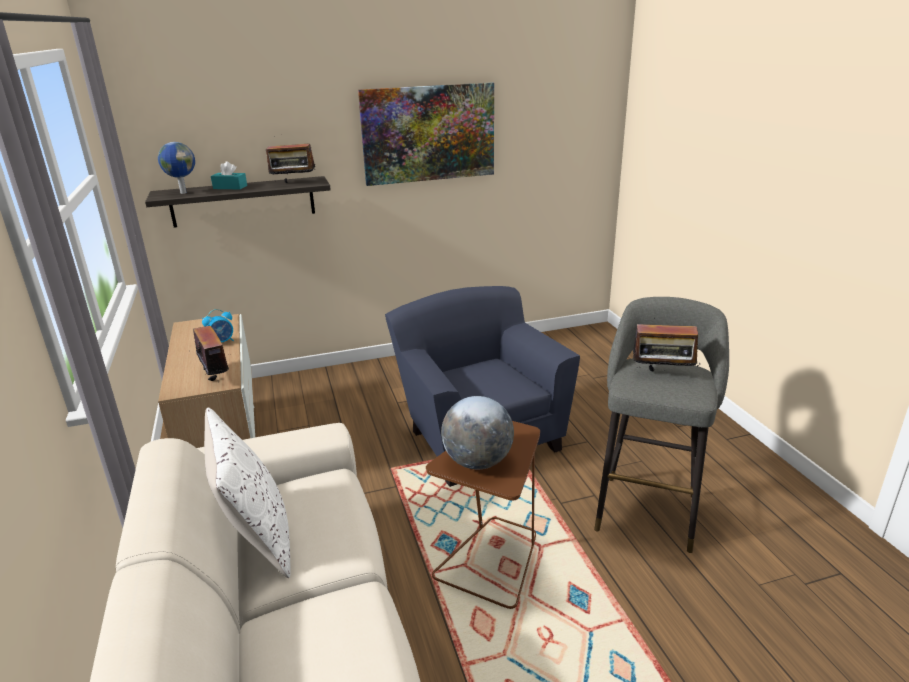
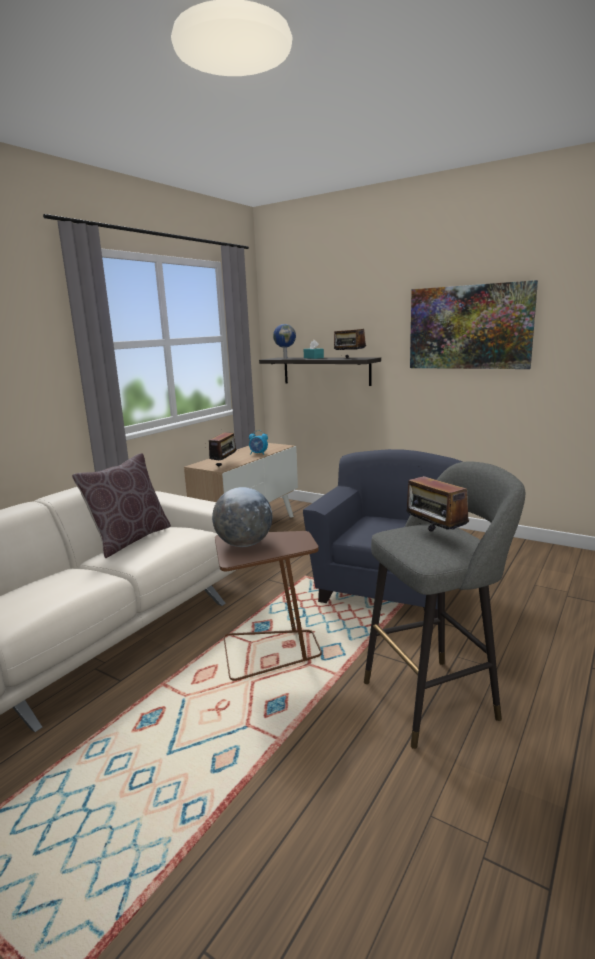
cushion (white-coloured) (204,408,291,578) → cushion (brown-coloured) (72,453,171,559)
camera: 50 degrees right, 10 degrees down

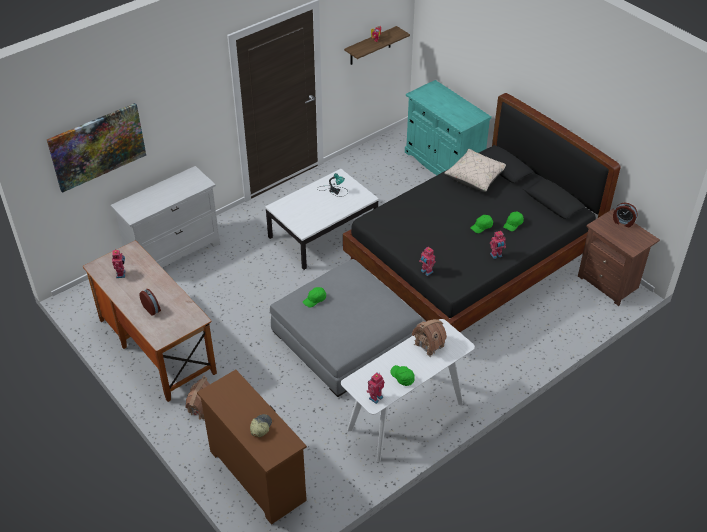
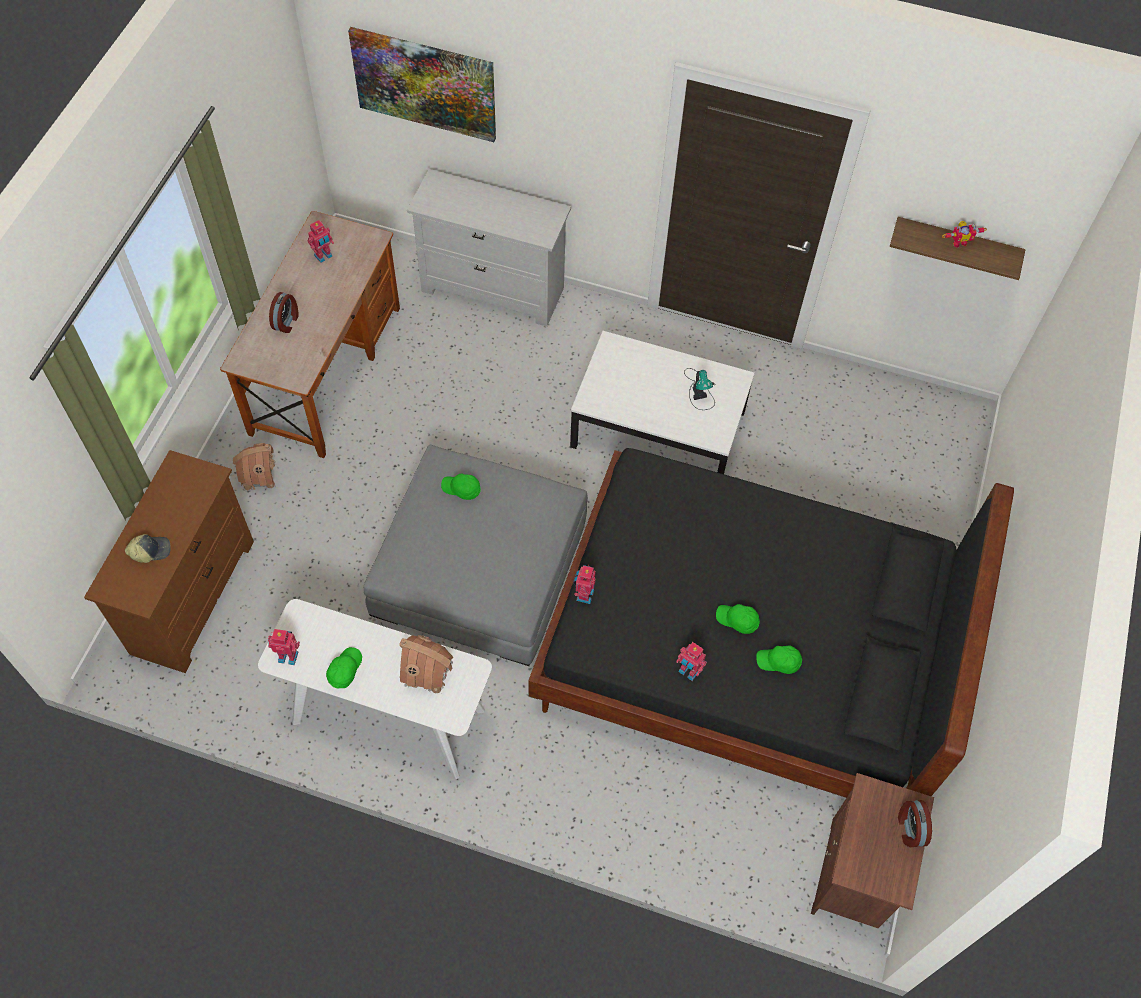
storage cabinet (blue-green) (405,80,492,175) → -
cushion (beige-coloured) (444,149,506,192) → -
camera: 55 degrees right, 15 degrees up

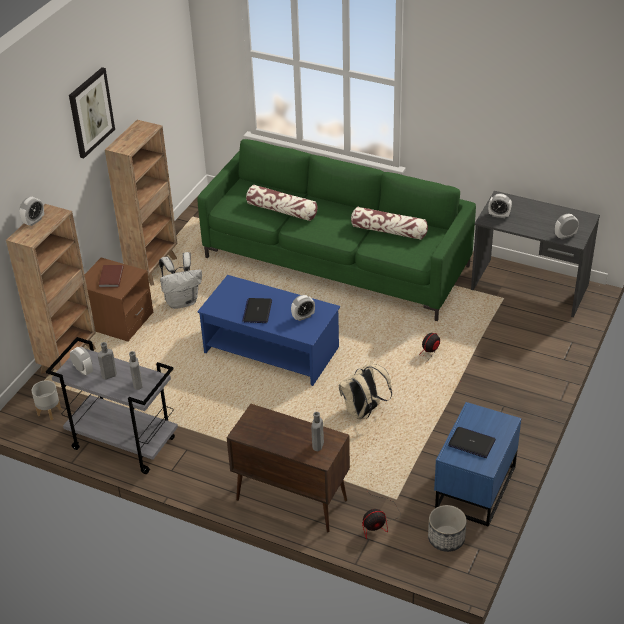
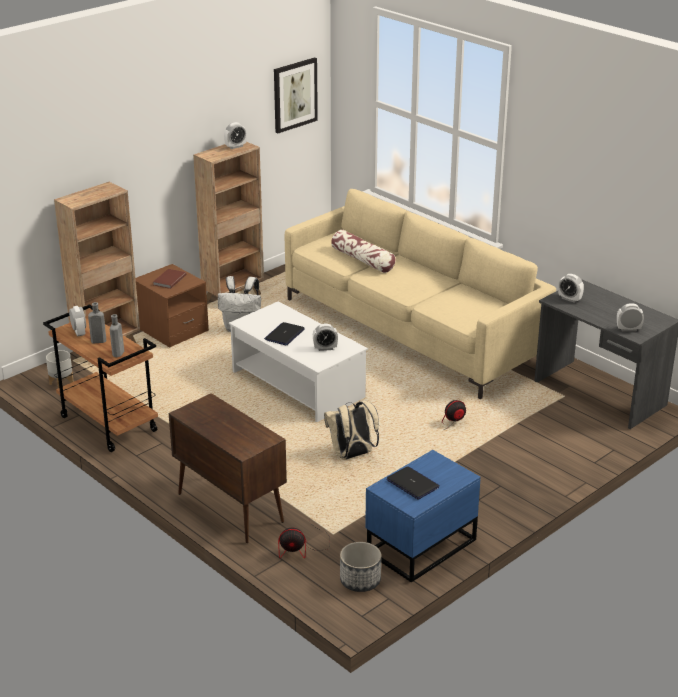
wall picture (69,67,115,158) → wall picture (274,57,318,133), shifted
sofa (greenish) (197,139,476,321) → sofa (beige-coloured) (285,189,556,399)
alarm clock (20,197,44,226) → alarm clock (224,122,247,149), shifted
cushion (351,207,428,240) → -
coffee table (blue-coloured) (197,275,340,386) → coffee table (white-coloured) (229,301,368,422)
trolley (grey) (46,337,178,474) → trolley (brown-coloured) (43,304,158,452)
beverage bottle (grey) (311,412,324,451) → -
camera: 20 degrees right, 10 degrees down

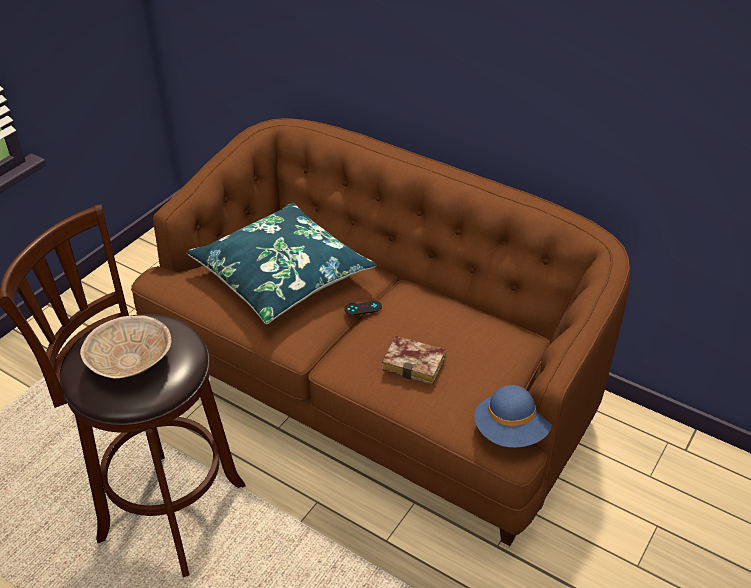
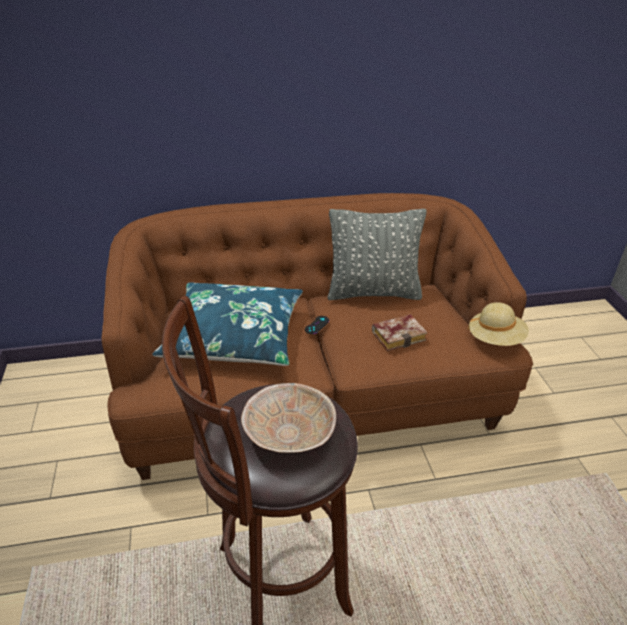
wearable hat (blue-coloured) (474,385,552,448) → wearable hat (beige-coloured) (467,302,529,346)
- → cushion (grey) (327,209,427,300)
camera: 45 degrees left, 5 degrees down

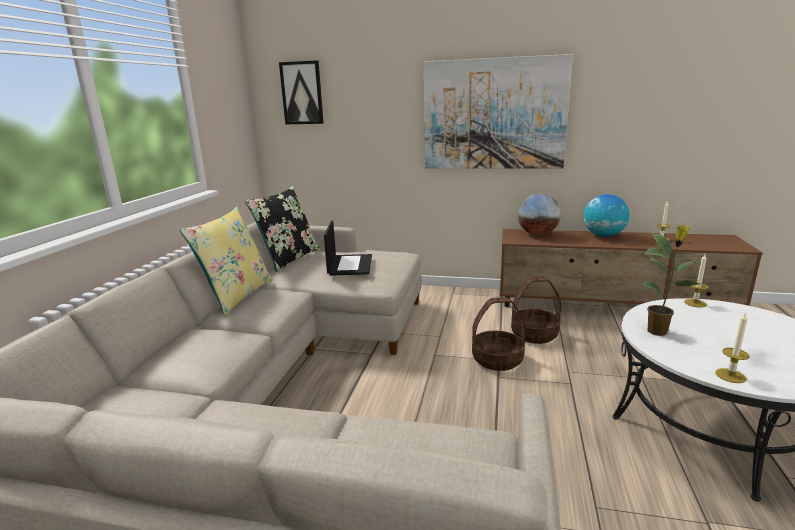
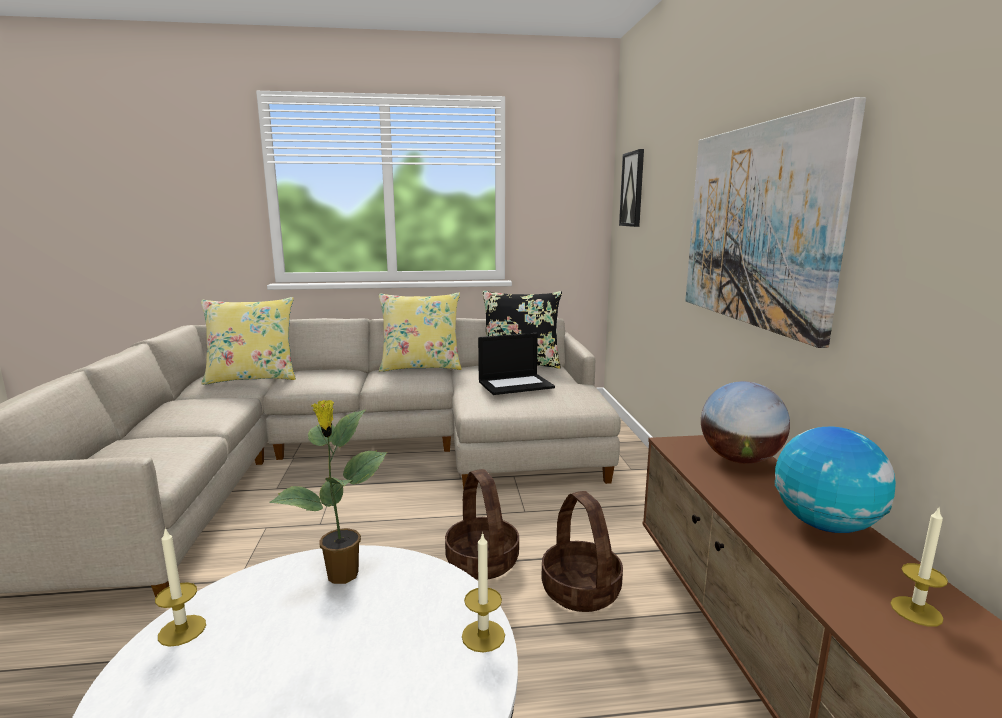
- → cushion (yellow-coloured) (201,297,296,385)
camera: 70 degrees right, 5 degrees down

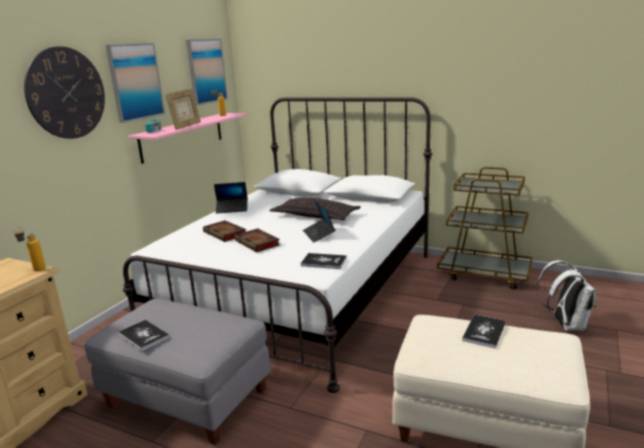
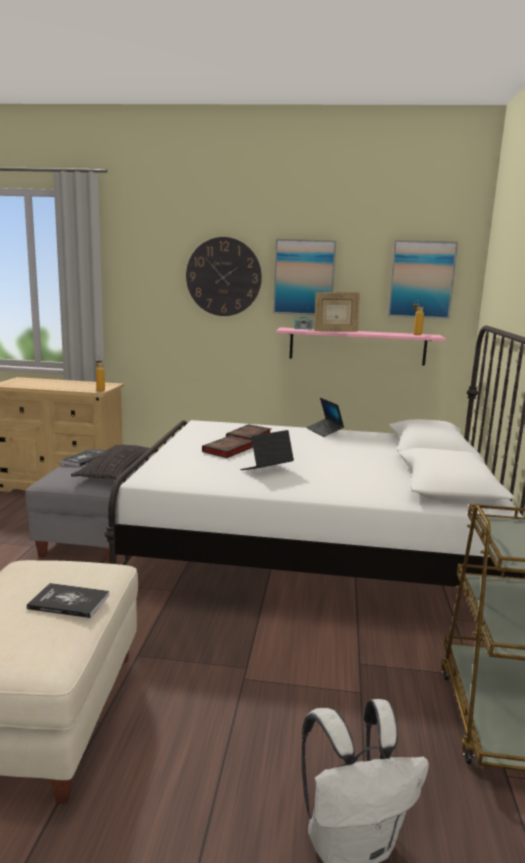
cushion (270,198,361,220) → cushion (71,445,156,480), shifted
bound book (300,253,347,269) → -
camera: 70 degrees right, 5 degrees down

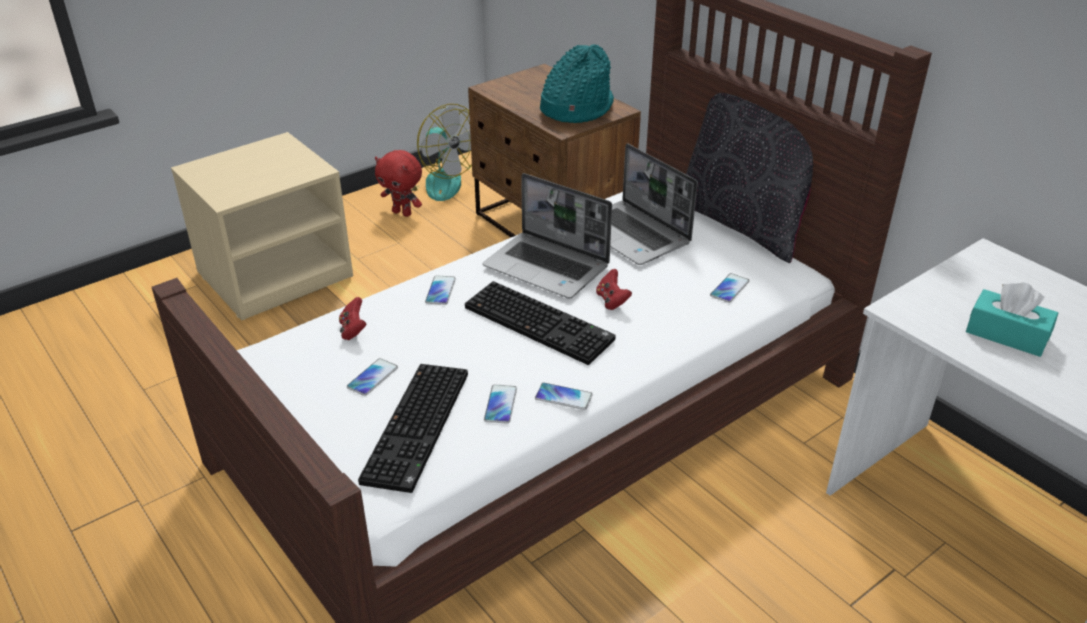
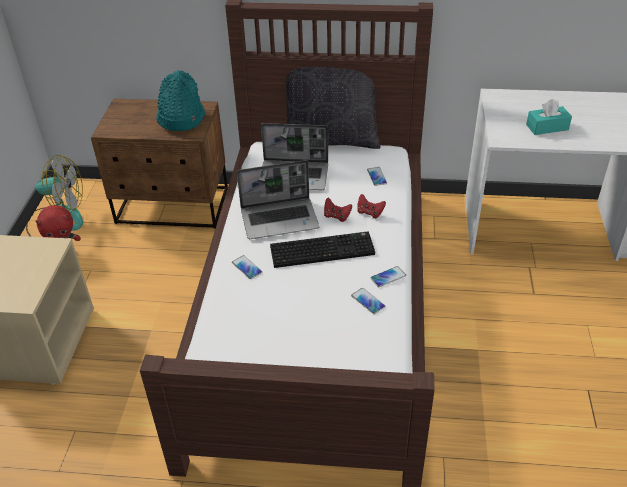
joypad (red-coloured) (339,297,366,340) → joypad (red-coloured) (357,194,386,218), shifted
handset (347,358,398,396) → -
keyboard (358,364,468,493) → -
camera: 45 degrees left, 5 degrees up

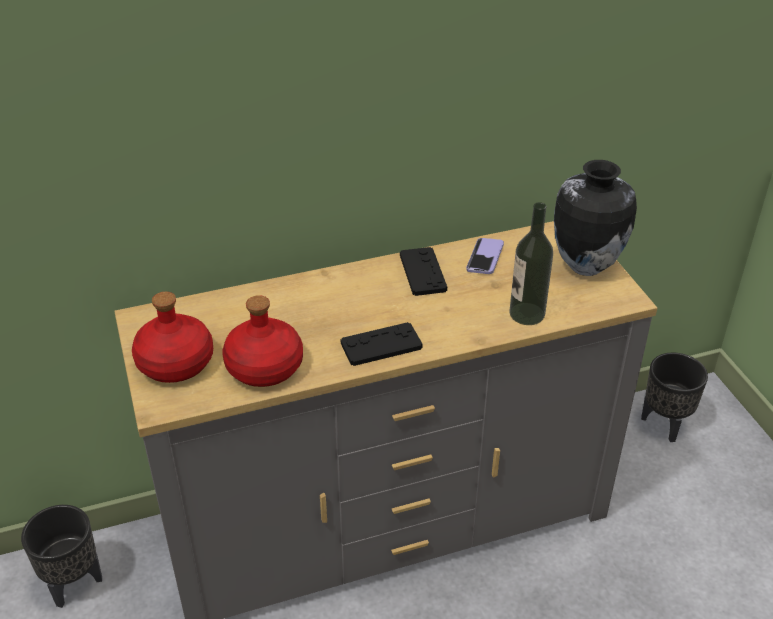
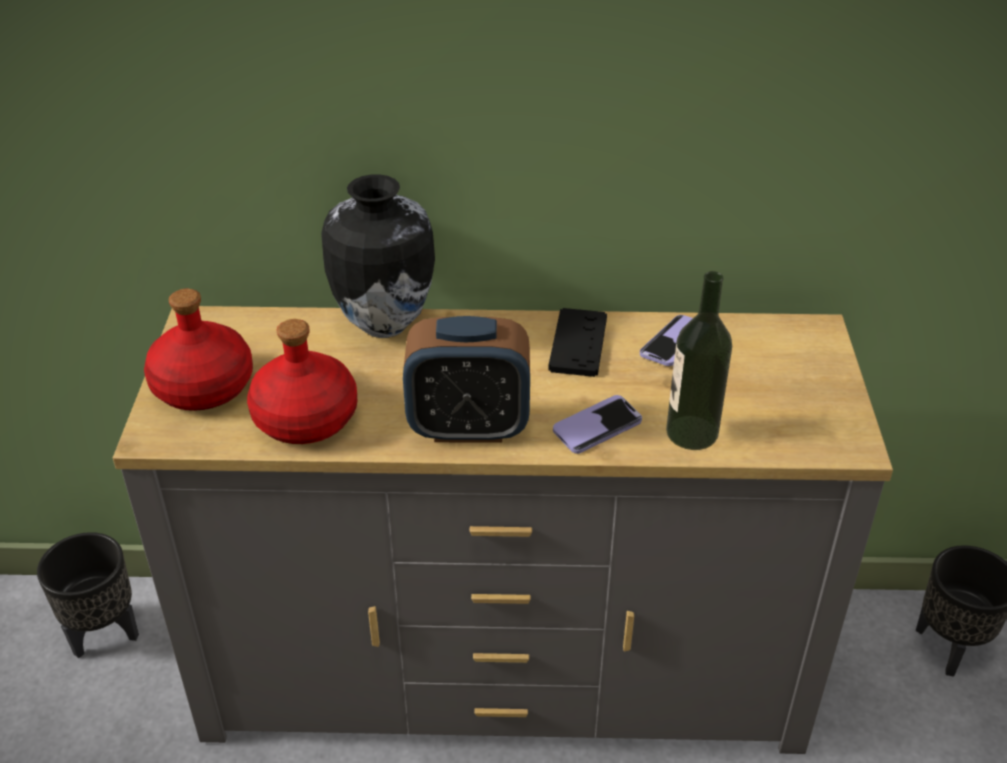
flower vase (554,160,637,276) → flower vase (321,174,435,338), shifted
joypad (blackish) (340,322,423,366) → alarm clock (403,316,530,443)
- → handset (553,395,642,454)
camera: 20 degrees right, 0 degrees up

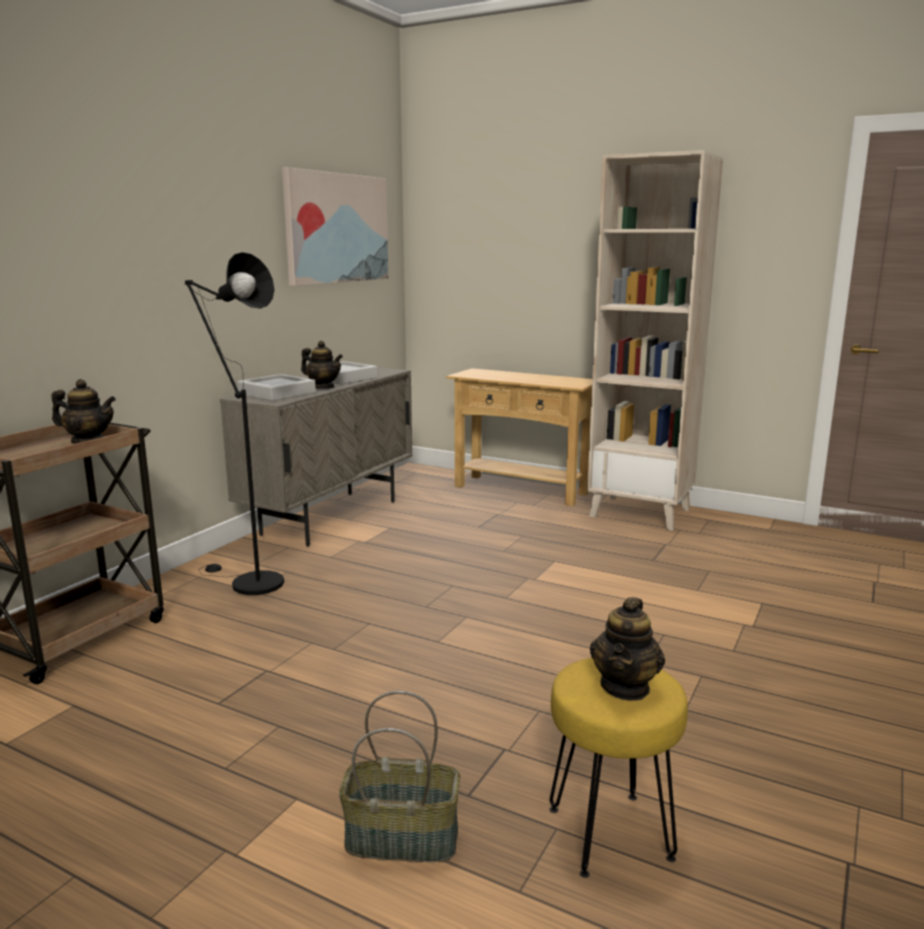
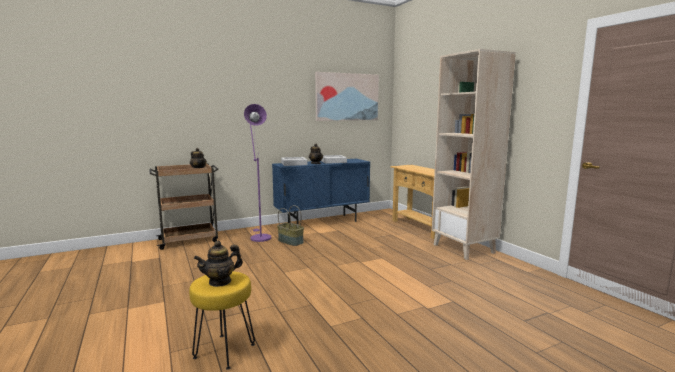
floor lamp (blackish) (185,252,284,595) → floor lamp (purplish) (244,104,271,242)
storage cabinet (beige-coloured) (220,367,413,547) → storage cabinet (blue-coloured) (272,159,370,224)
basket (339,691,461,862) → basket (277,205,304,246), shifted
camera: 35 degrees right, 5 degrees down

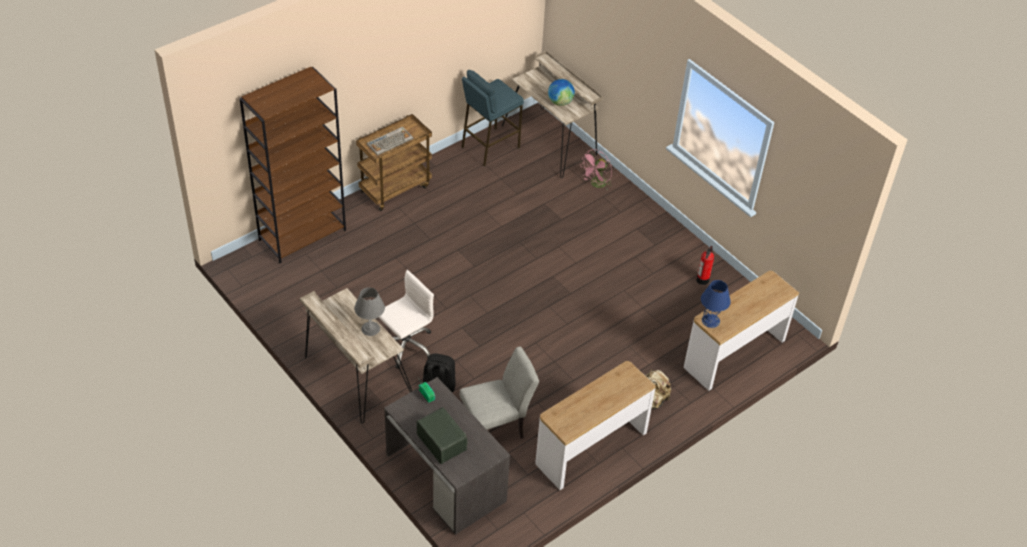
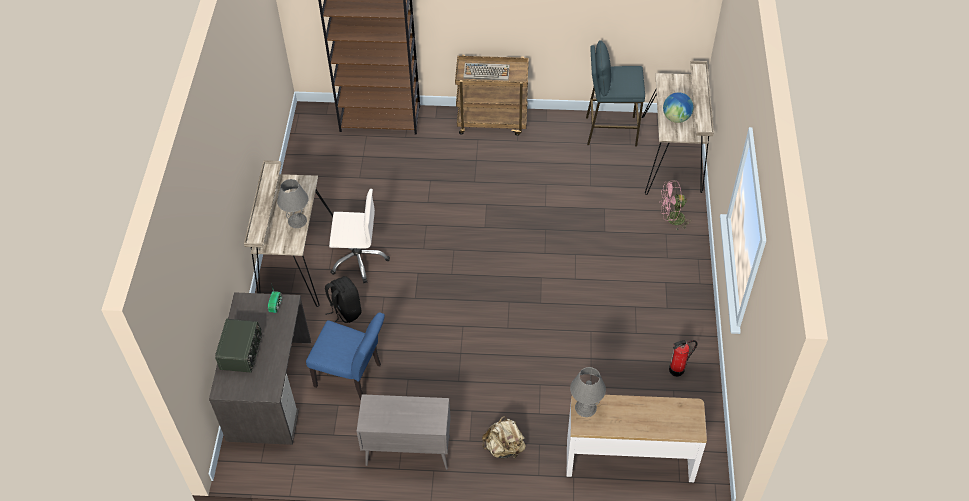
lamp for a table (blue-coloured) (701,280,731,328) → lamp for a table (grey) (570,367,606,417)
plain chair (grey) (460,346,539,439) → plain chair (blue-coloured) (306,312,385,400)
narrow table (535,361,656,490) → storage cabinet (grey) (356,394,451,469)
camera: 45 degrees right, 5 degrees up

